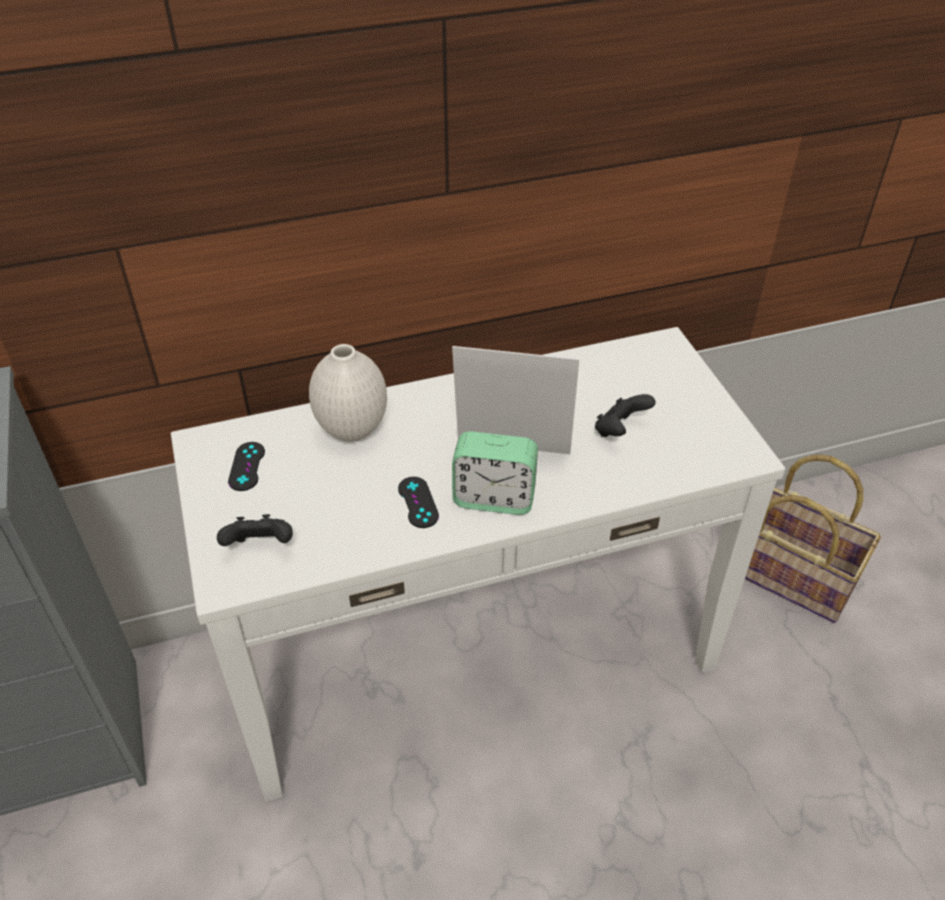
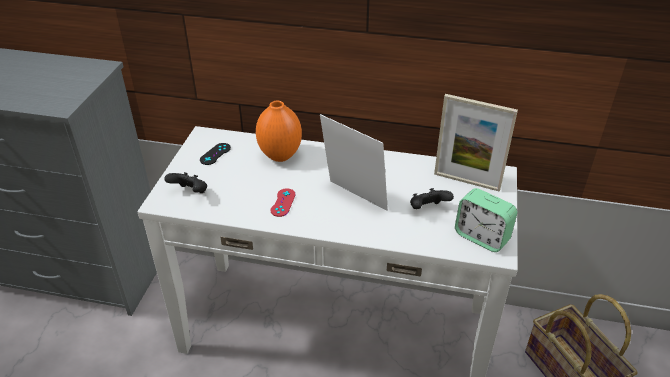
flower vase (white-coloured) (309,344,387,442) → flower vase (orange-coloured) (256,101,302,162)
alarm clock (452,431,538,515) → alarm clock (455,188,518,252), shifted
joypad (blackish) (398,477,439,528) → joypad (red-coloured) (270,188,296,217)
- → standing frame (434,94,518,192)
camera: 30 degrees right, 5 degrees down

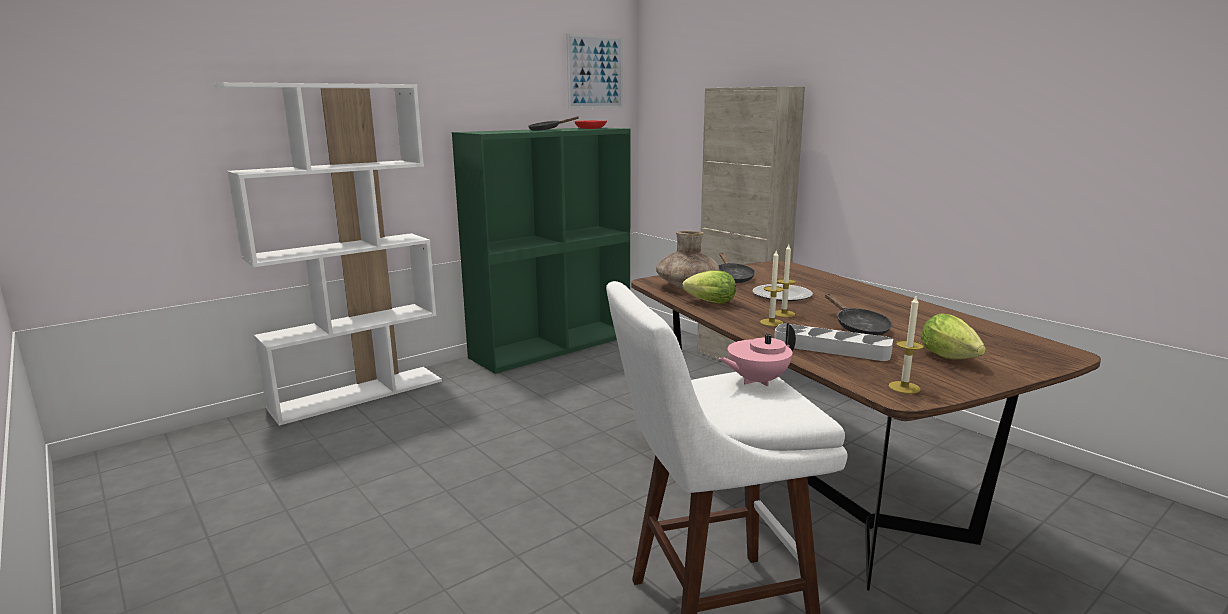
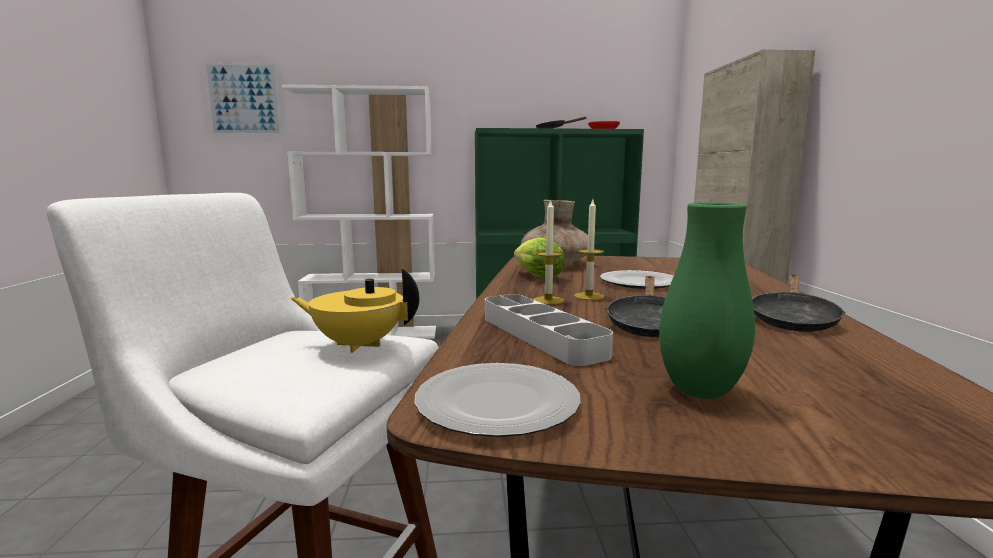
wall picture (567,33,623,109) → wall picture (204,62,282,136), shifted
skillet (blackish) (718,253,755,283) → skillet (blackish) (752,274,846,332), shifted
candle (889,296,924,394) → dinner plate (415,363,581,437)
lettuce head (921,313,986,359) → flower vase (greenish) (659,202,755,399)
teapot (pink) (718,323,796,386) → teapot (yellow-coloured) (290,269,419,353)
camera: 35 degrees right, 5 degrees down

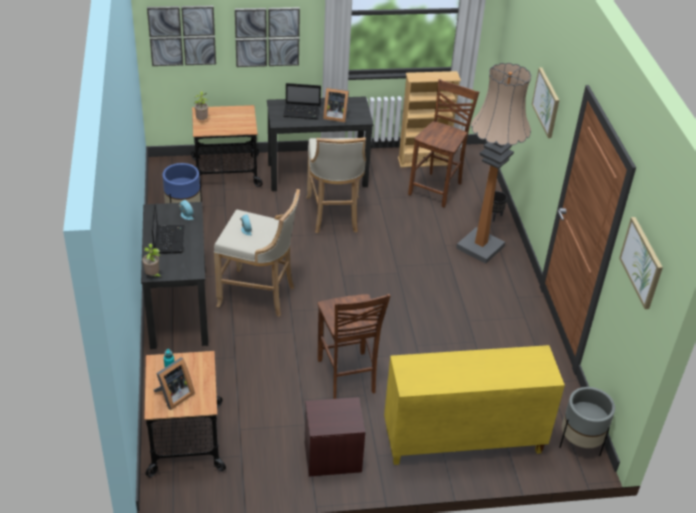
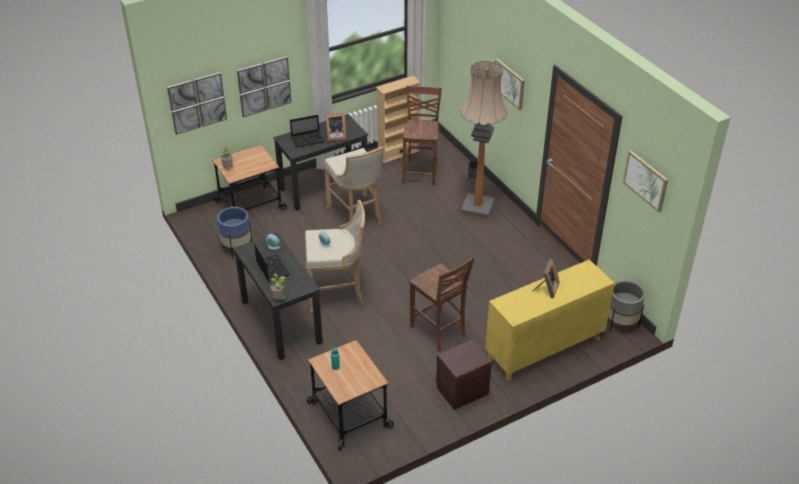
standing frame (154,358,195,410) → standing frame (532,259,559,298), shifted
camera: 20 degrees left, 0 degrees up

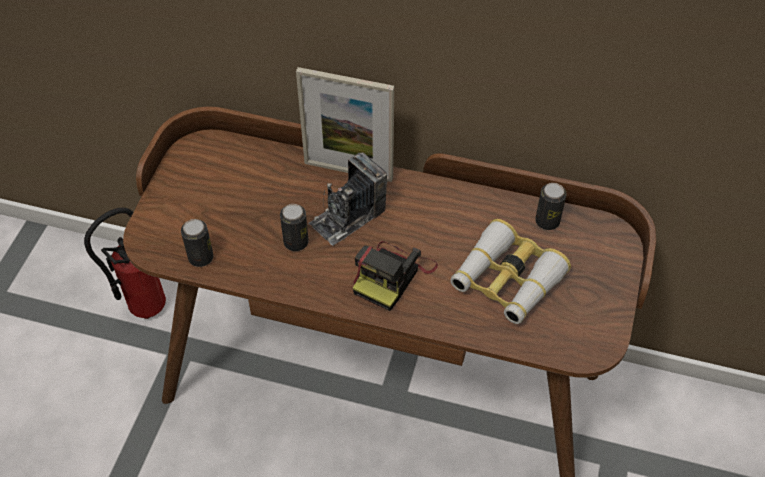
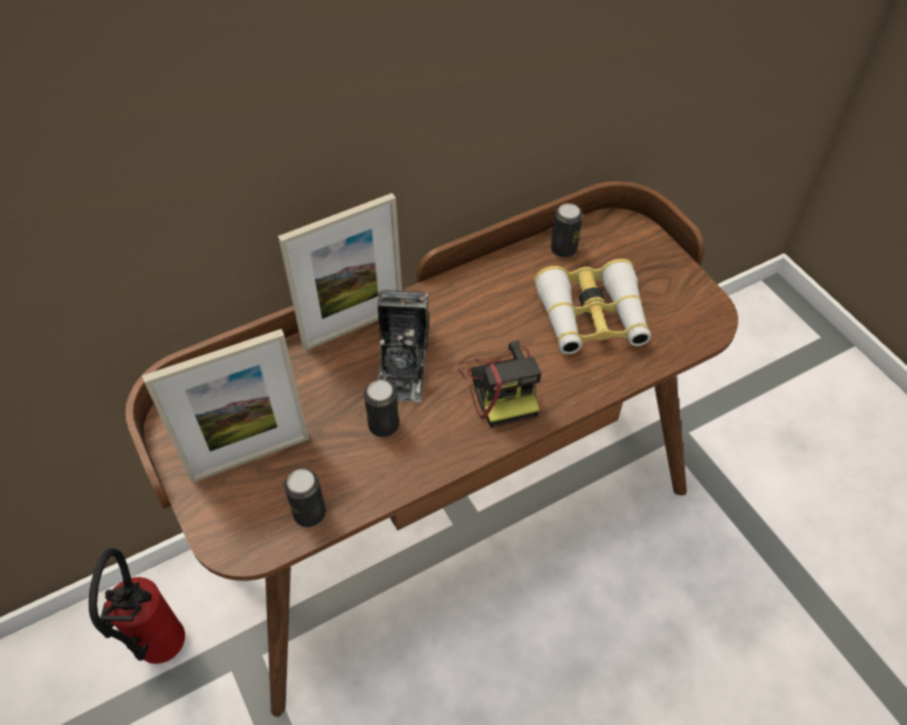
- → standing frame (142,329,309,483)
camera: 45 degrees left, 0 degrees up

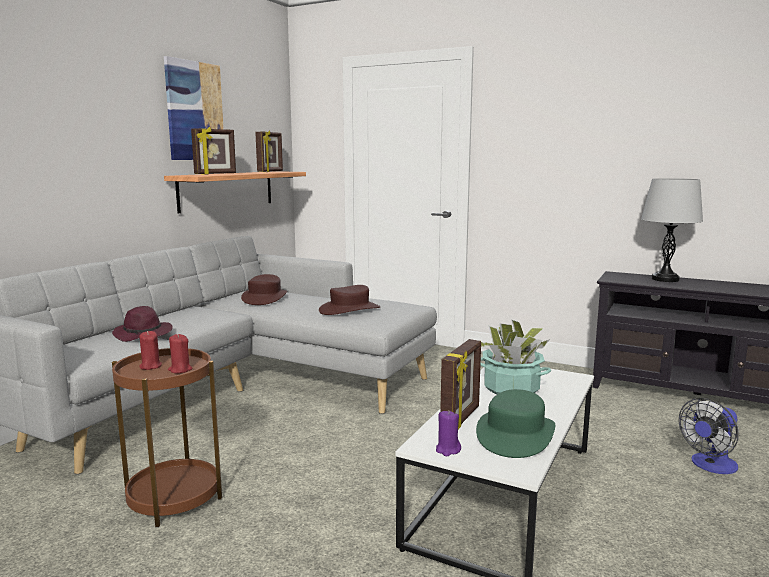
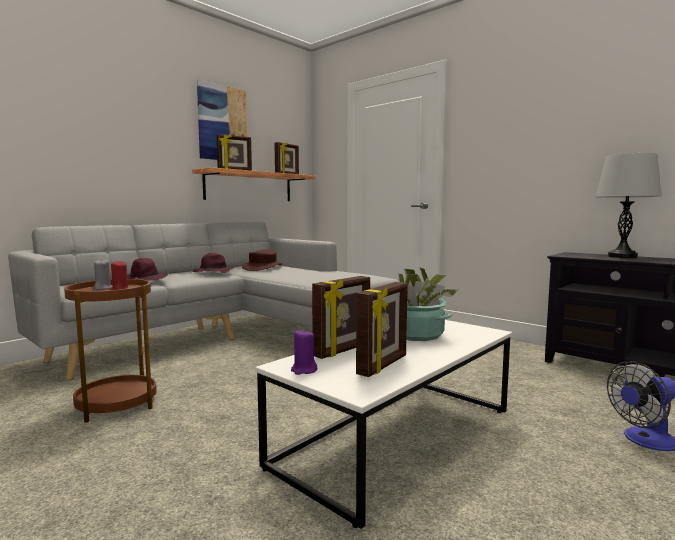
wearable hat (brown-coloured) (319,285,380,315) → -
candle (red-coloured) (139,331,162,370) → candle (grey) (93,260,113,290)
wearable hat (greenish) (476,389,555,458) → standing frame (356,282,408,377)
- → wearable hat (purplish) (192,253,234,273)
camera: 15 degrees right, 5 degrees down

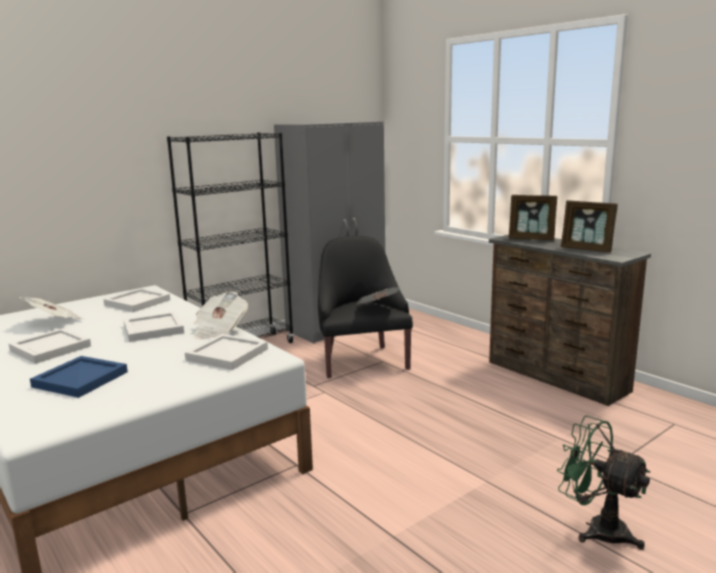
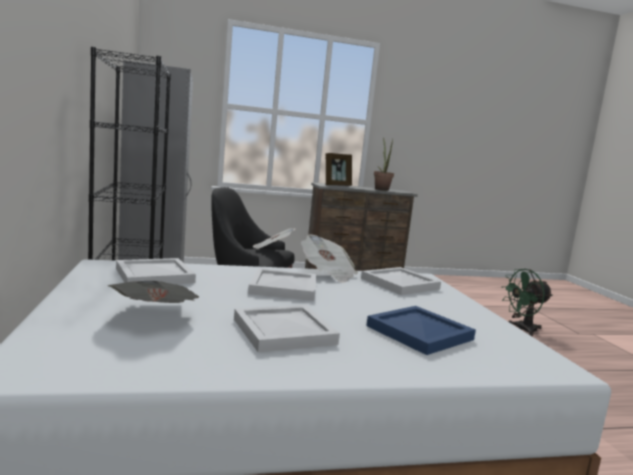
standing frame (561,200,618,252) → potted plant (374,137,394,191)
camera: 65 degrees left, 5 degrees down

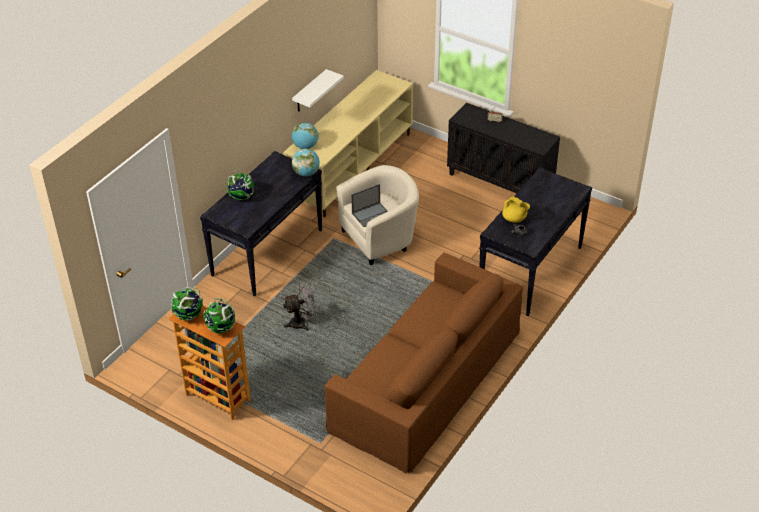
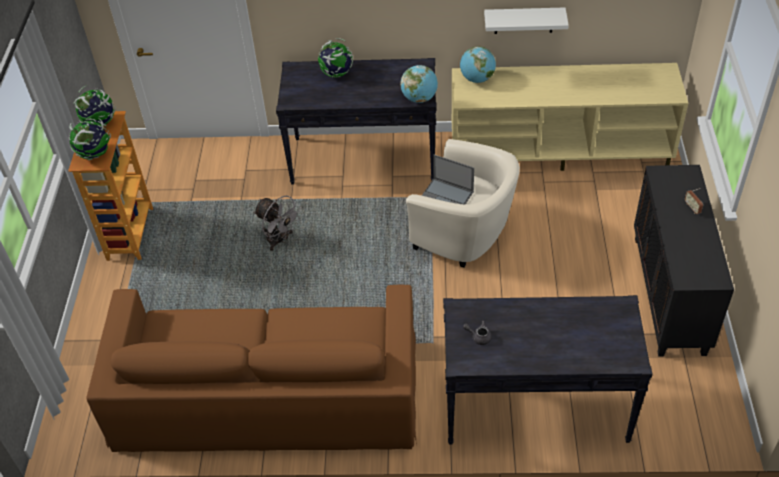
teapot (yellow-coloured) (502,197,530,223) → -
camera: 60 degrees right, 5 degrees up

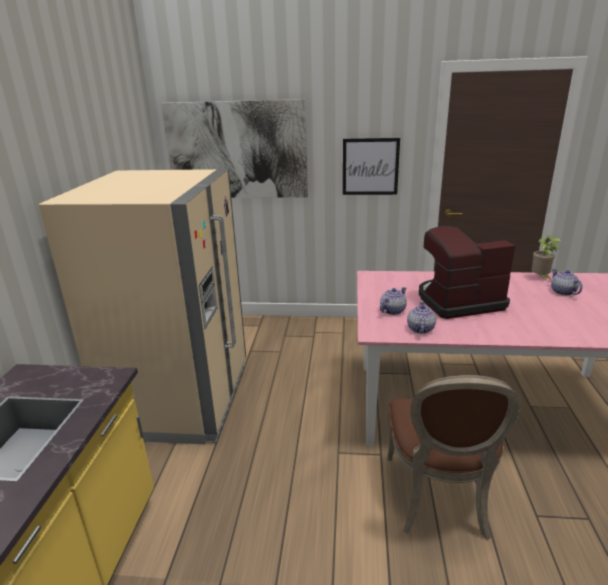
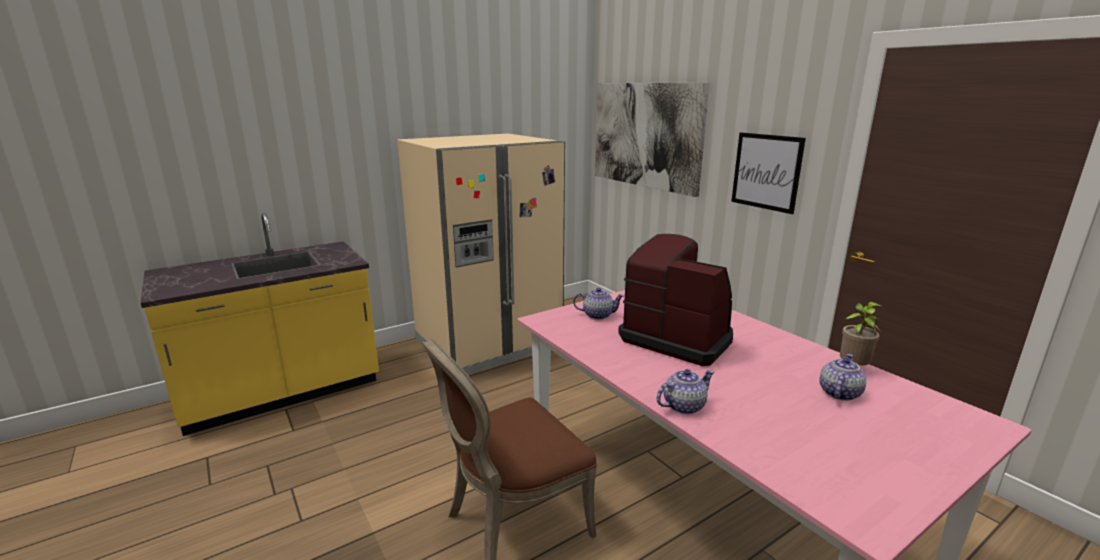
teapot (407,301,436,334) → teapot (656,369,714,414), shifted
camera: 50 degrees right, 5 degrees down

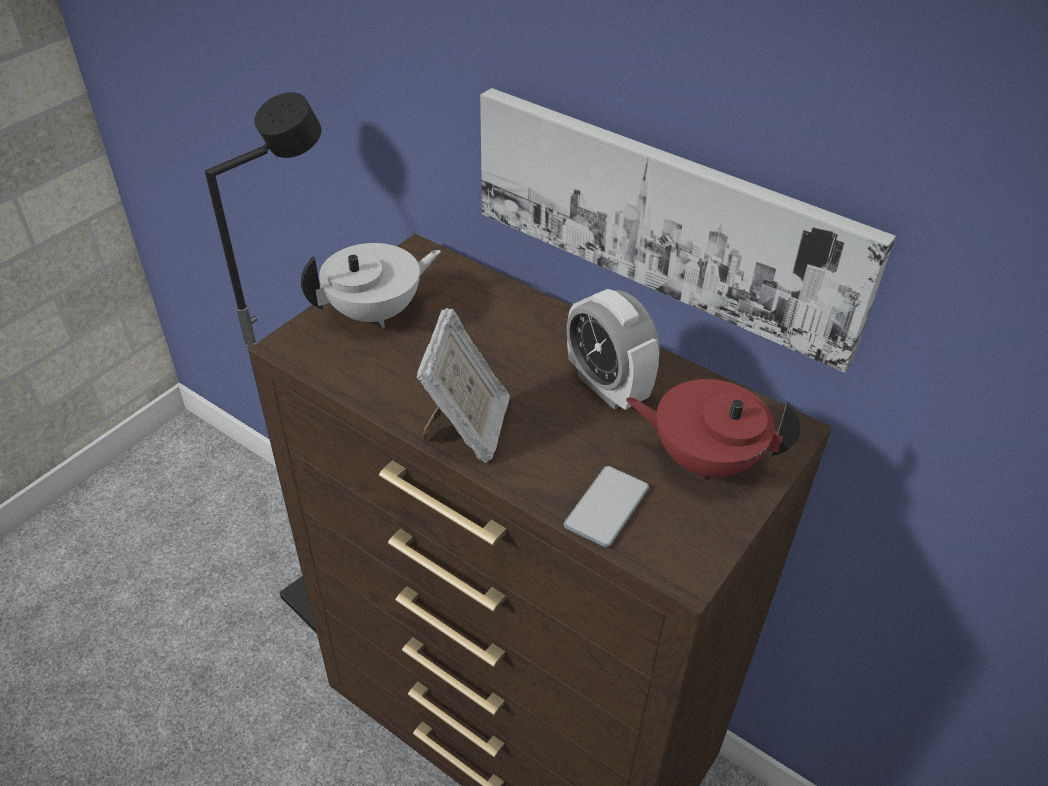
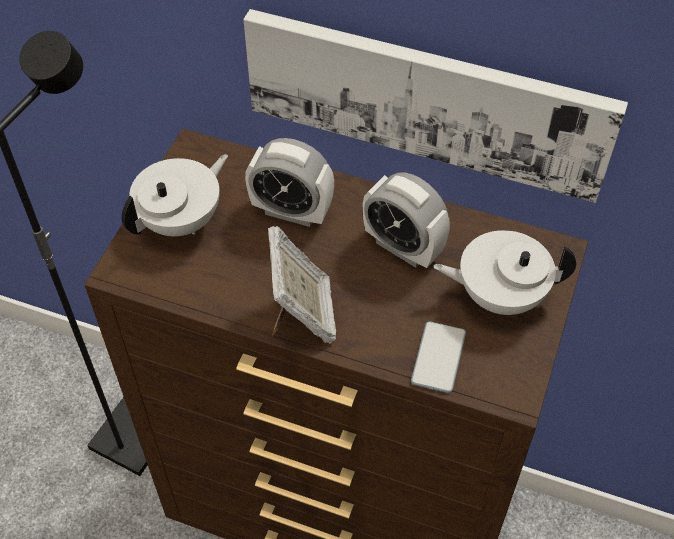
teapot (red-coloured) (626,379,801,479) → teapot (white-coloured) (433,230,576,315)
- → alarm clock (245,138,334,227)
camera: 15 degrees left, 10 degrees up

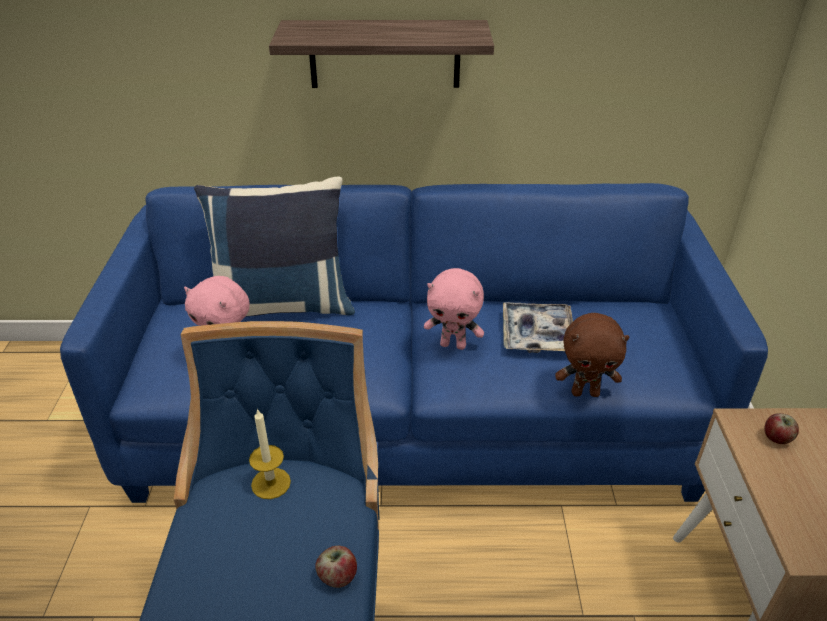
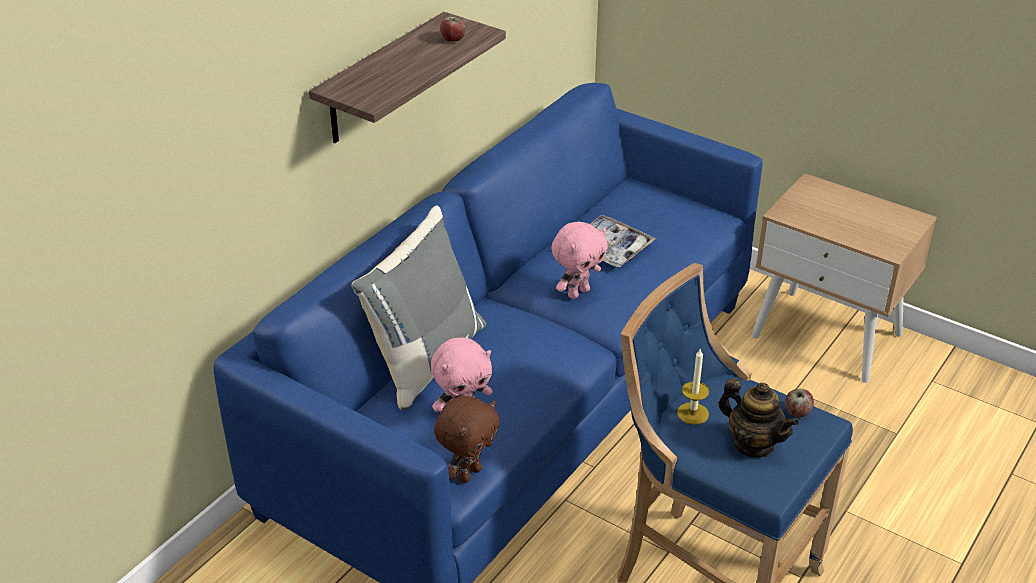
cushion (blue-coloured) (194,177,355,317) → cushion (grey) (351,206,486,411)
soft toy (brown-coloured) (555,313,630,397) → soft toy (brown-coloured) (434,396,500,483), shifted
whole apple (764,413,799,444) → whole apple (440,17,466,42), shifted
- → teapot (719,378,799,457)
camera: 55 degrees left, 0 degrees up

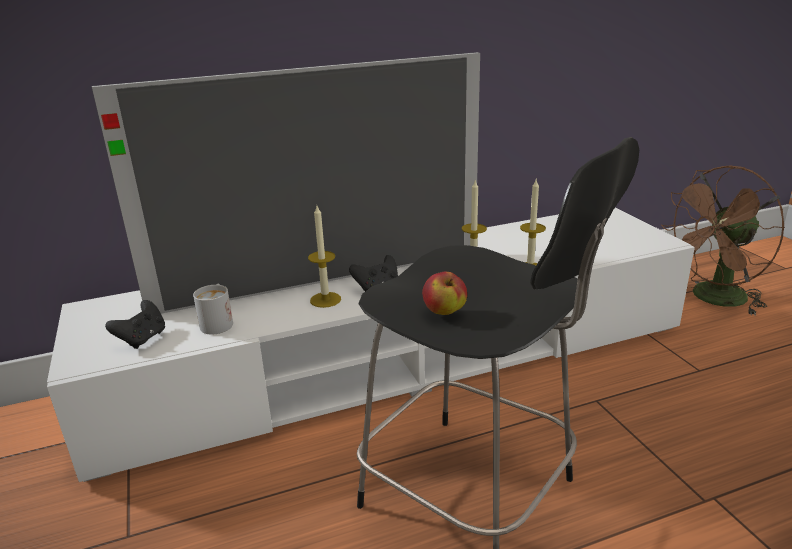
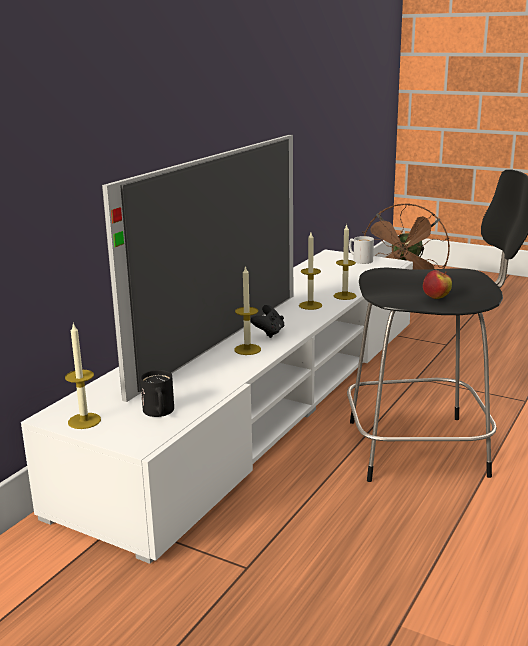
coffee mug (white-coloured) (193,284,233,335) → coffee mug (white-coloured) (349,236,374,264), shifted
joypad (blackish) (105,300,165,349) → coffee mug (blackish) (140,370,174,417)
- → candle (65,322,101,429)
camera: 40 degrees left, 5 degrees down

